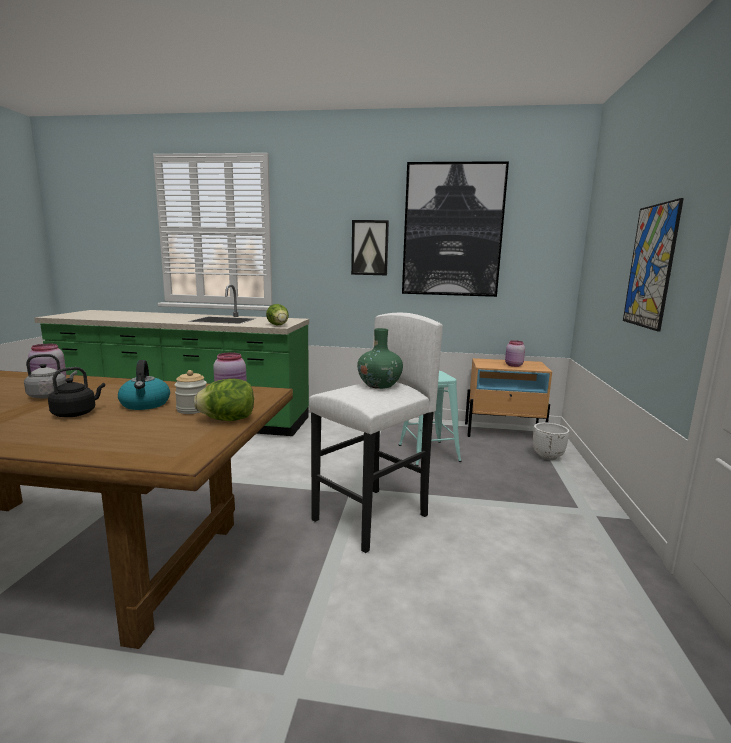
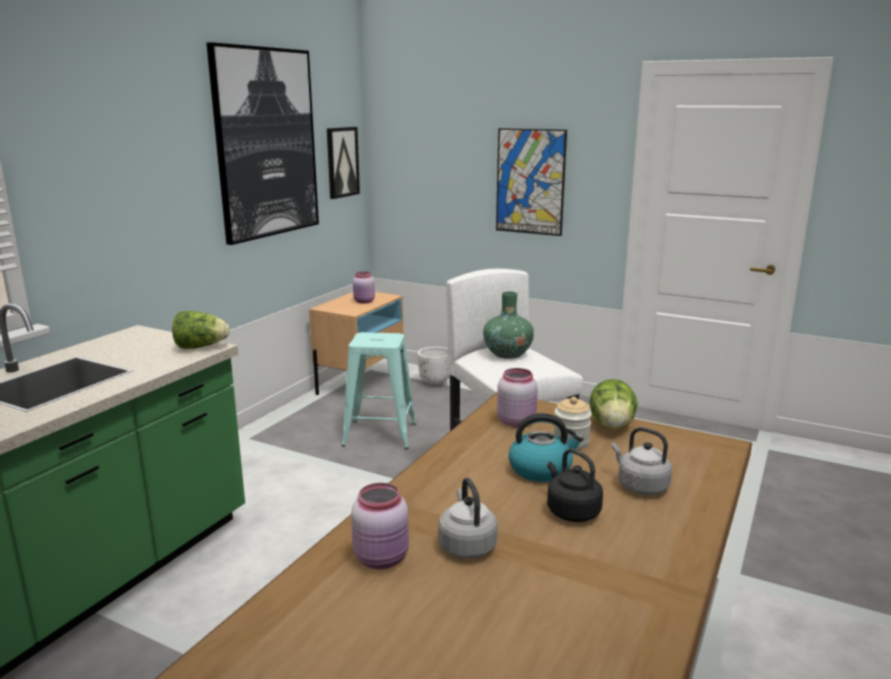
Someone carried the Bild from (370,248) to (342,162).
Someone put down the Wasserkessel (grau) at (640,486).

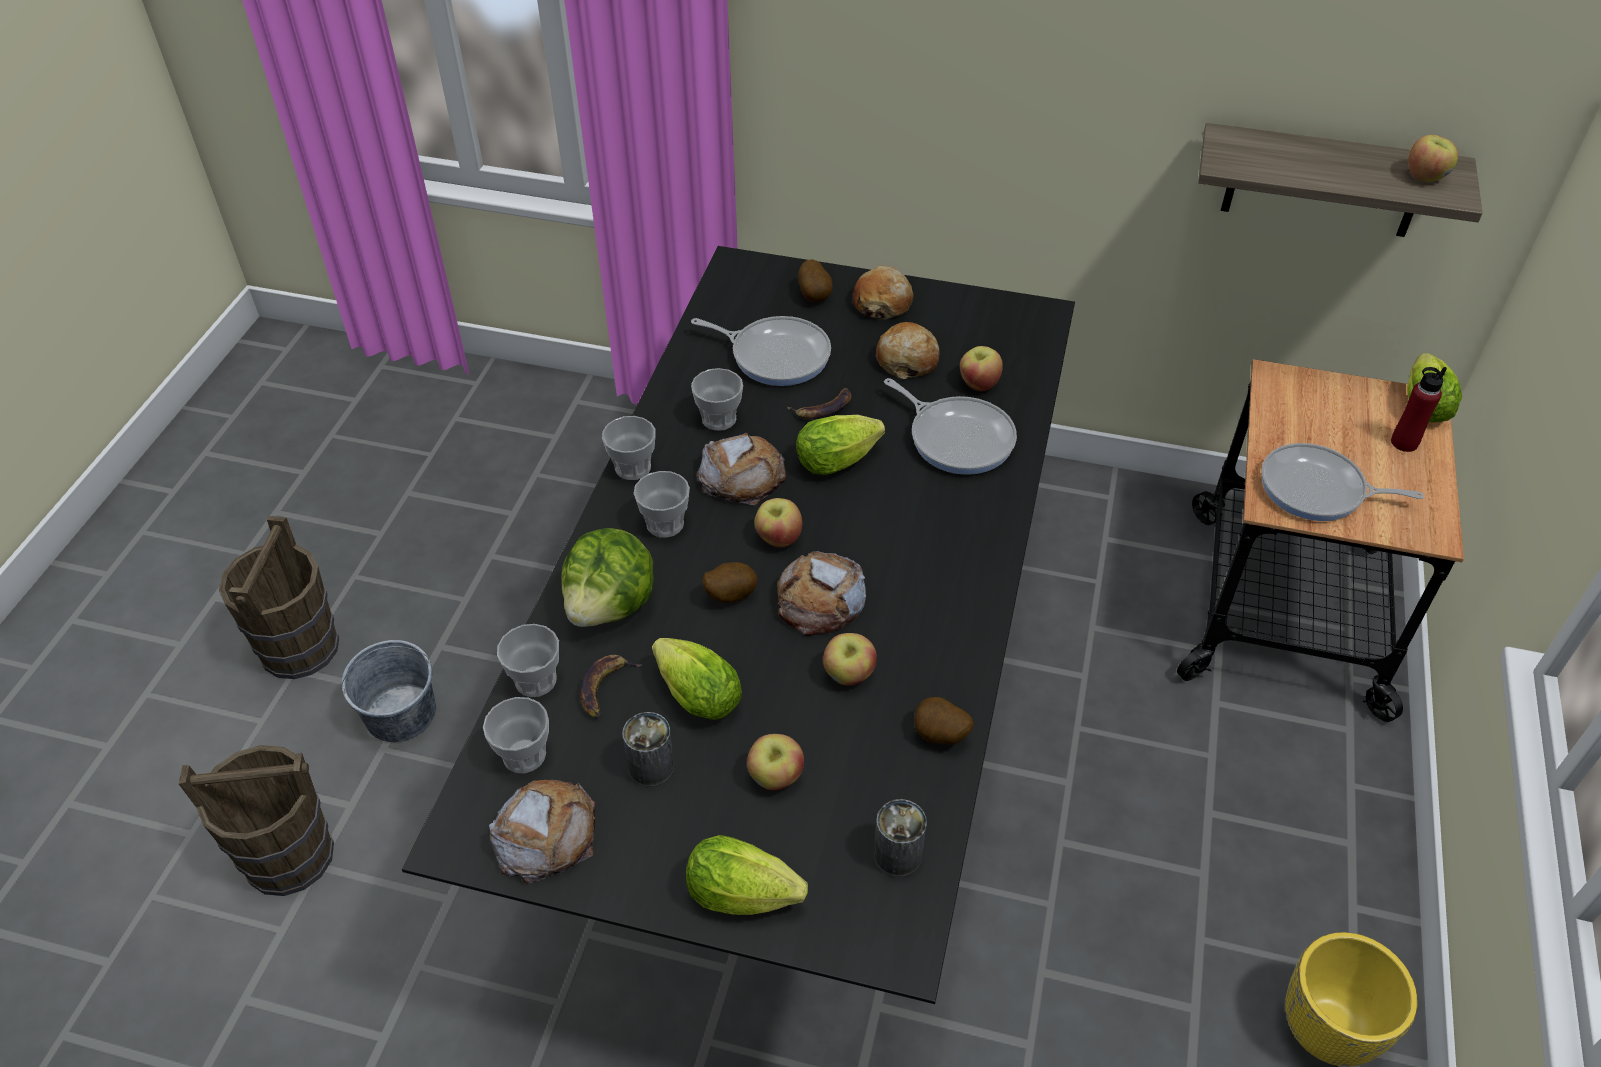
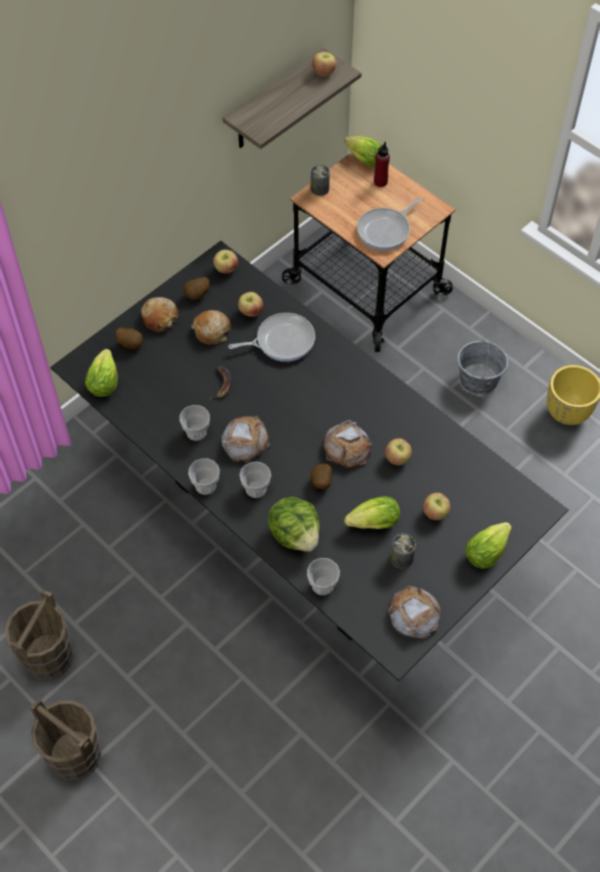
Someone took away the Pfanne at (775,355).
Someone carried the Salatkopf from (841,460) to (104,380).
Someone carried the Apfel from (778,538) to (226,269).
Someone carried the Eimer (grau) from (401,714) to (478,379).
Someone took away the Banane at (605,688).
Someone took away the Tasse at (524,755).
Someone carried the Kartoffel from (940,737) to (197,295).
Someone carried the Eimer (braun) from (288,856) to (47,657).
Someone carried the Dose from (898,854) to (320,189).

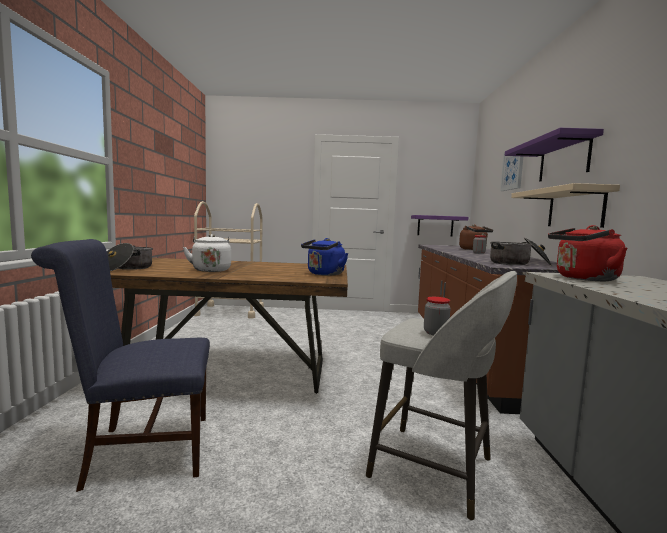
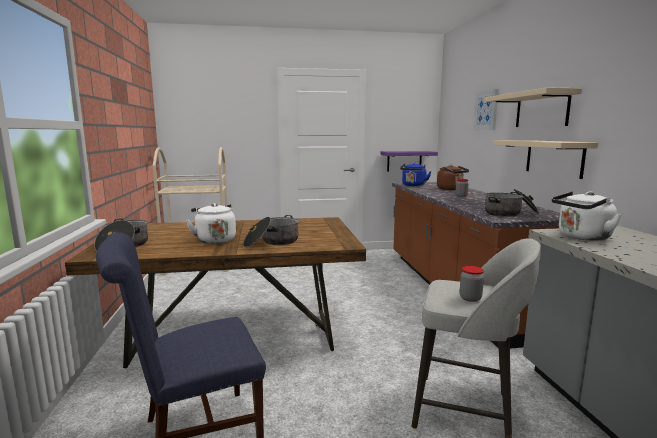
Someone repainted the Wandregal (lila) at (563,159), which became the Wandregal (beige) at (541,110).
Someone repainted the Wasserkessel (rot) at (583,279), which became the Wasserkessel (weiß) at (581,237).
Someone carried the Wasserkessel (blau) from (324,274) to (413,185).
Someone put down the Kochtopf at (272,242).

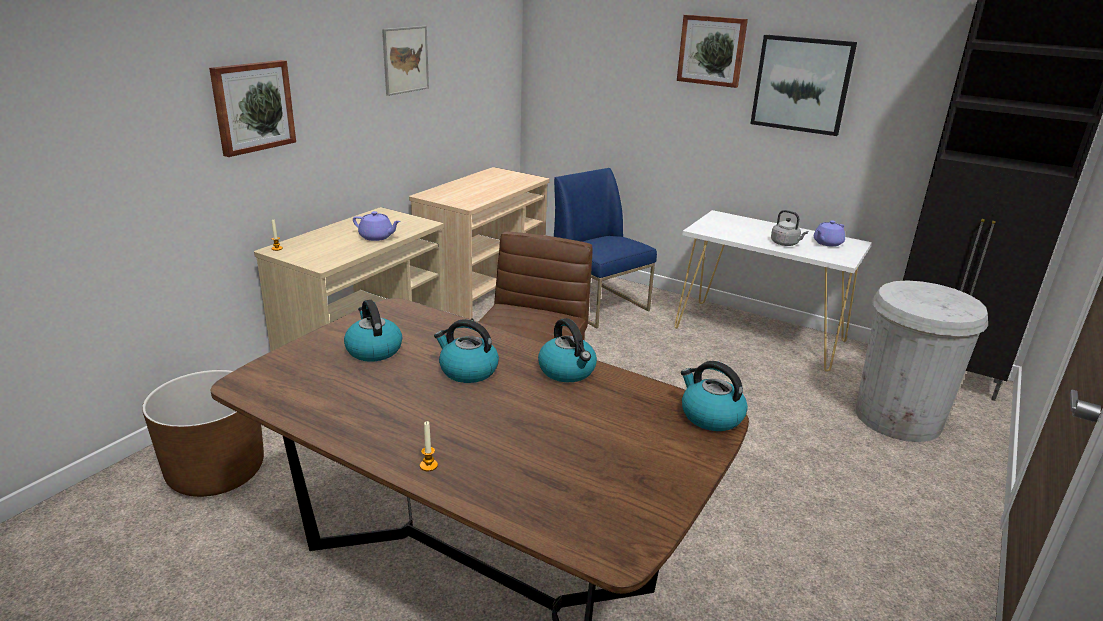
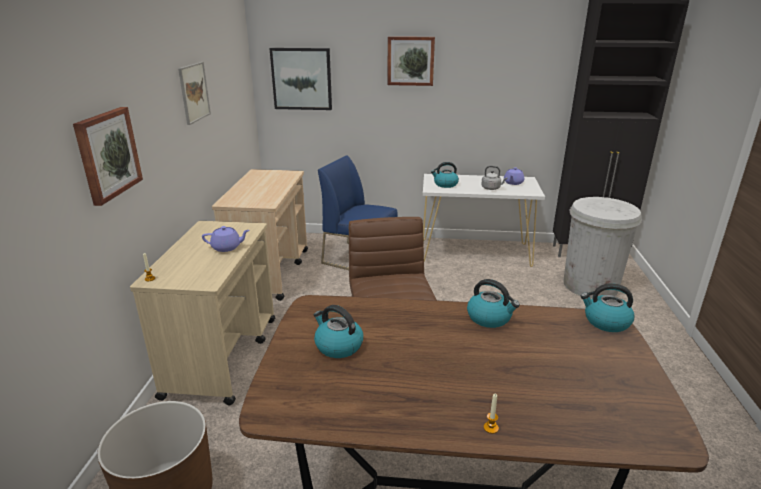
Someone carried the Bild from (801,84) to (302,79).
Someone carried the Wasserkessel from (467,371) to (445,184).

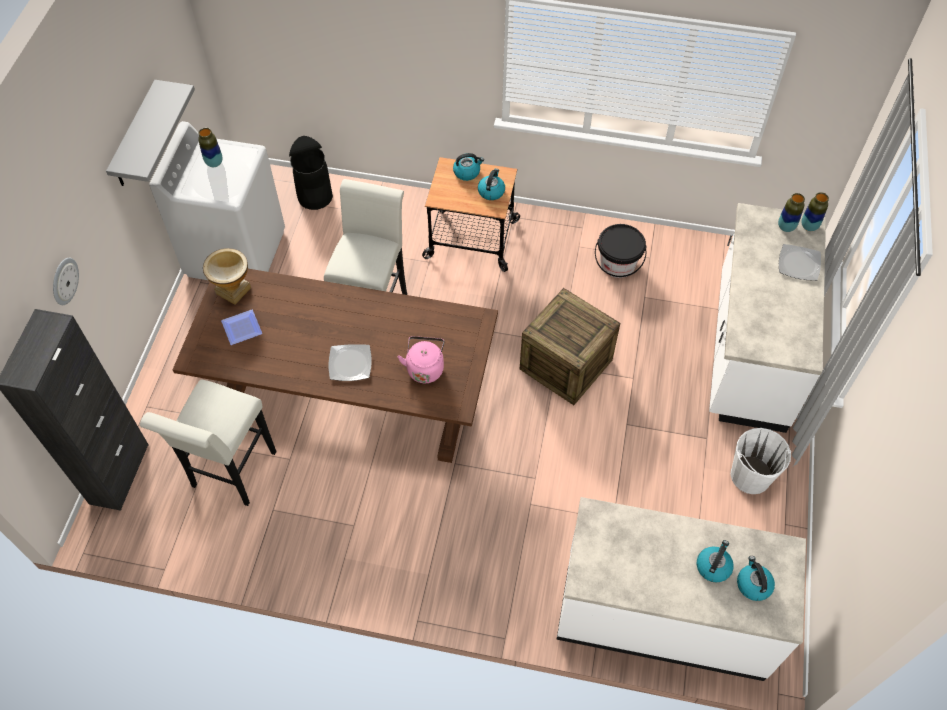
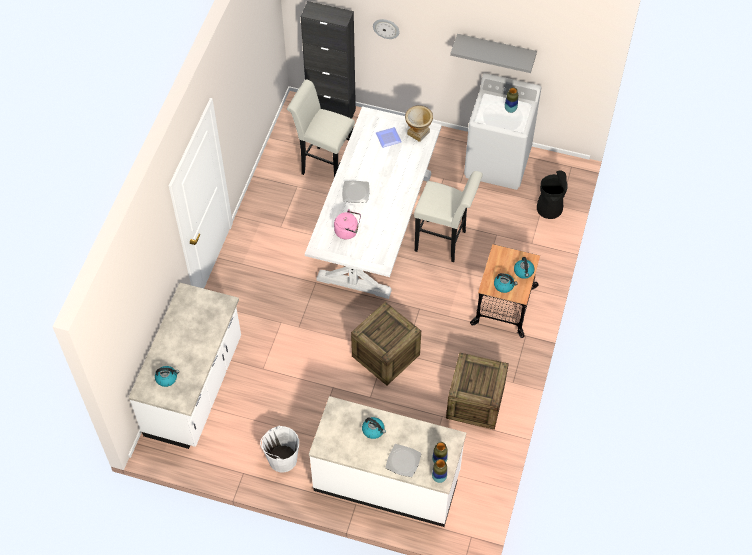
Someone swapped the Eimer (schwarz) at (617,264) for the Kiste at (475,402).
Someone repainted the Esstisch (braun) at (348,394), which became the Esstisch (weiß) at (374,226).
Someone carried the Wasserkessel from (713,566) to (373,430).

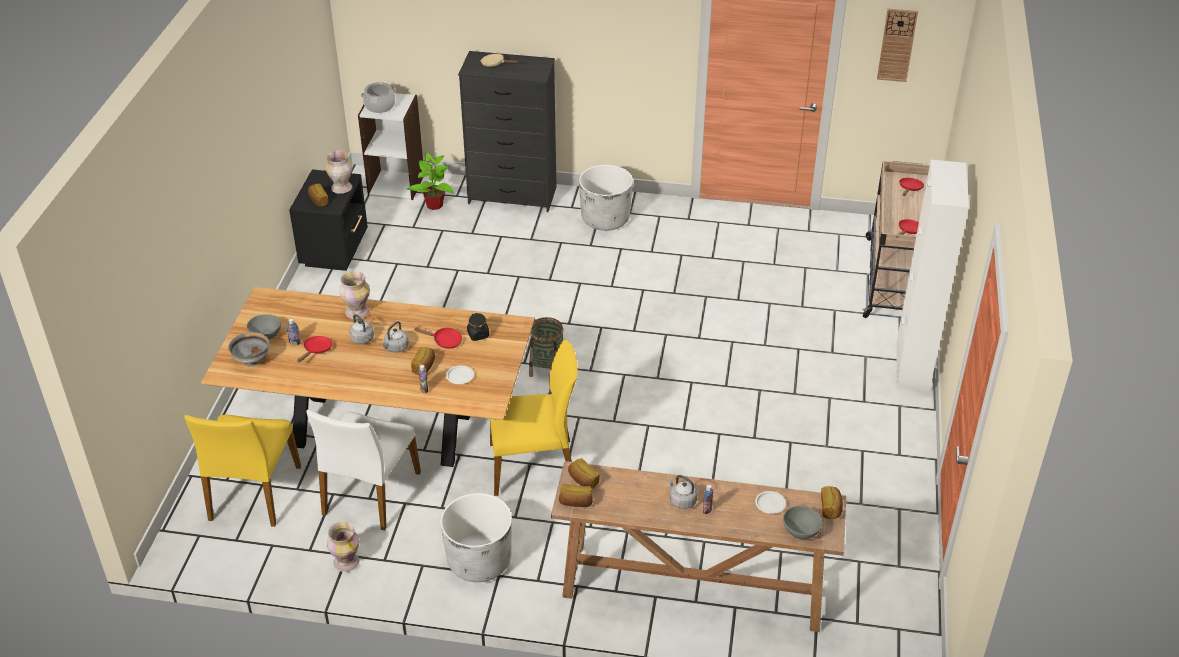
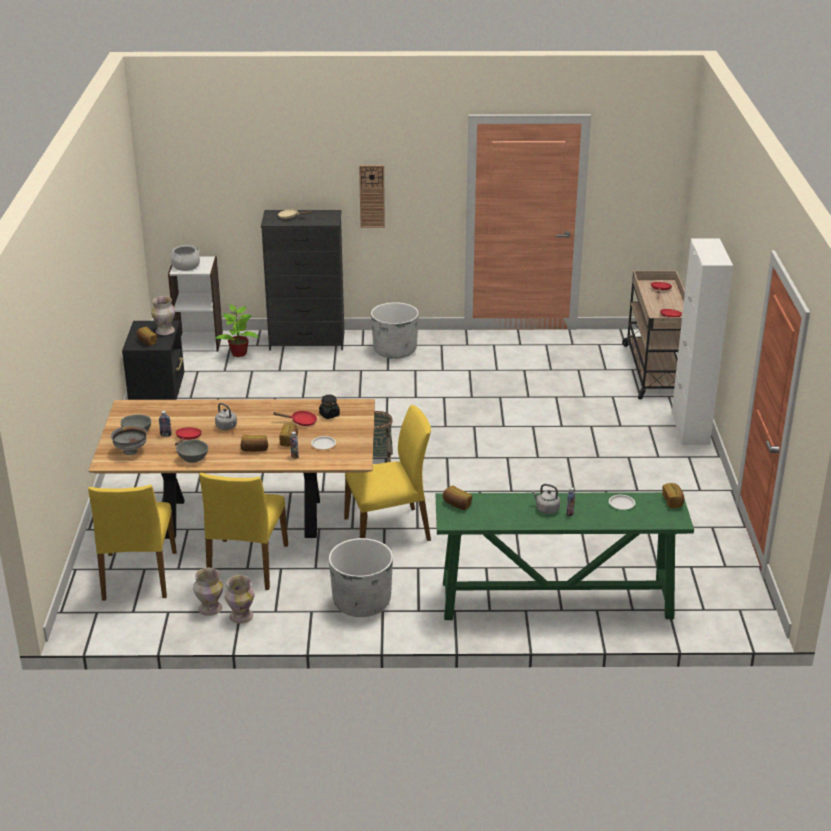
Someone carried the Wanduhr from (897,45) to (372,196).
Someone carried the Vase from (356,312) to (209,609).
Someone took away the Wasserkessel (grau) at (396,348).
Someone repainted the Stuhl (weiß) at (369,493), which became the Stuhl (gelb) at (246,565).
Someone repainted the Konsolentisch (braun) at (691,587), which became the Konsolentisch (grün) at (555,600).
Someone carried the Brot from (576,502) to (254,449).
Someone carried the Schüssel (grau) from (800,531) to (193,458).

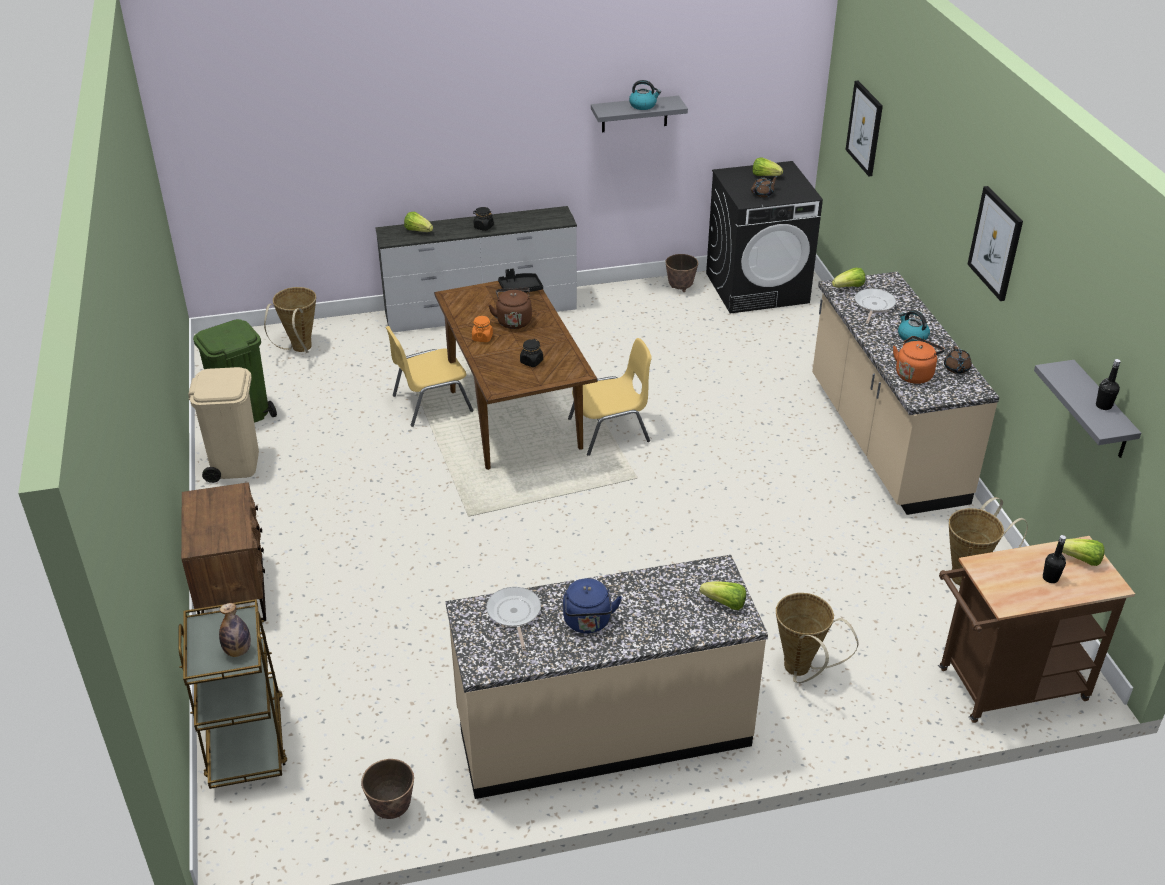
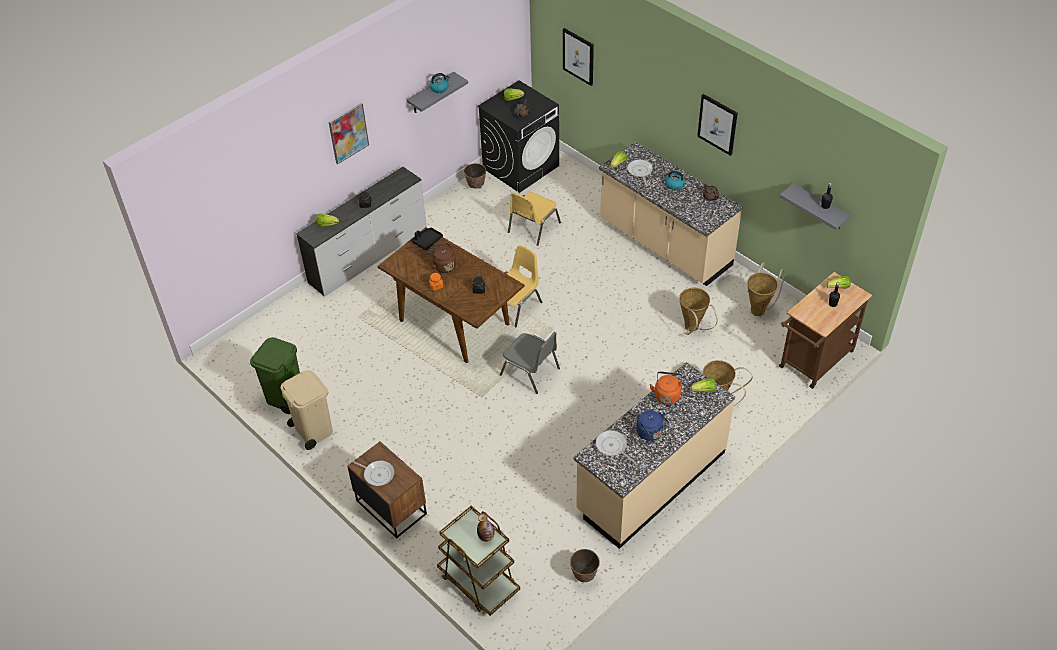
Someone carried the Korb from (299,350) to (692,329).
Someone carried the Stuhl (gelb) from (430,403) to (533,227).
Someone carried the Wasserkessel (orange) from (914,374) to (667,395).
Someone put up the Bild at (348,133).
Someone put down the Stuhl (grau) at (531,372).
Someone put down the Pfanne at (377,474).

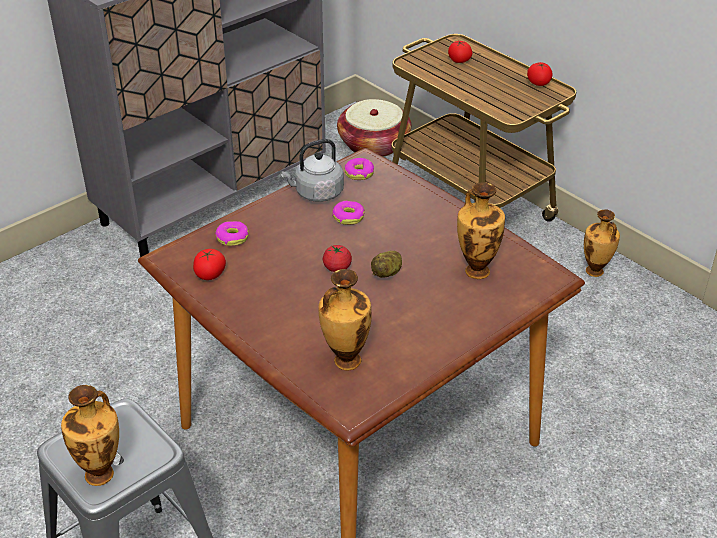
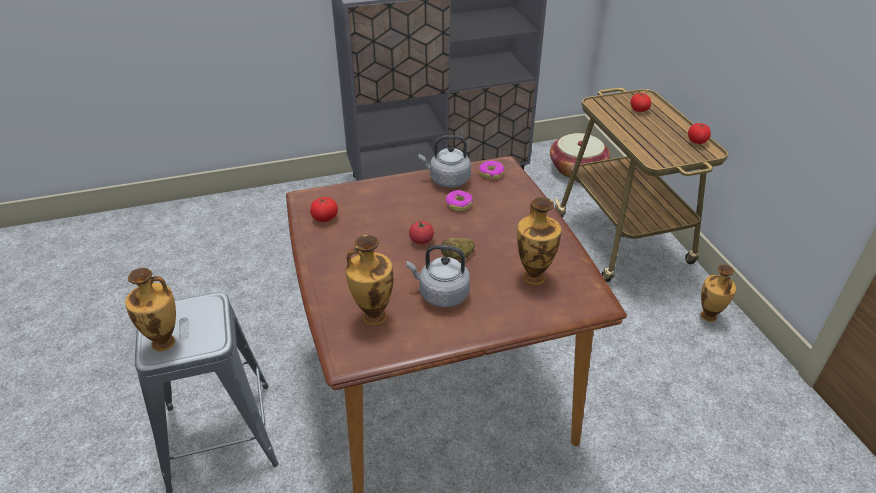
Someone took away the Donut at (232,238).
Someone put down the Wasserkessel (grau) at (441,294).

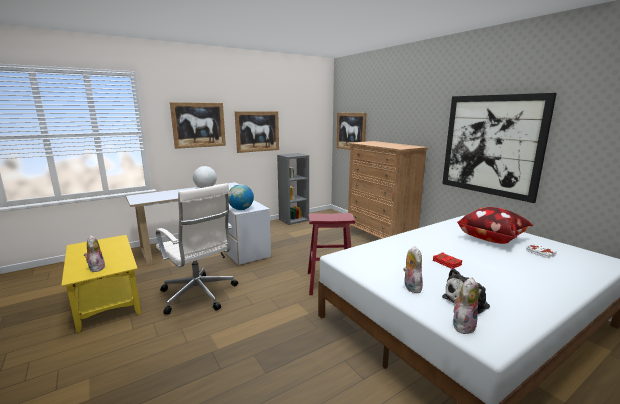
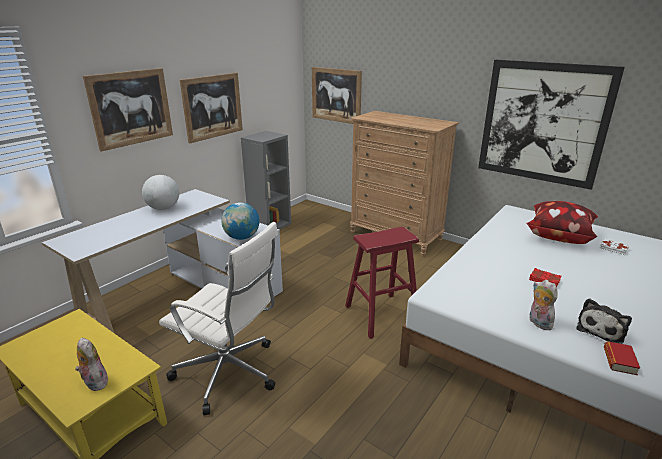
Someone swapped the Plüschtier at (462,325) for the Buch at (619,361).

